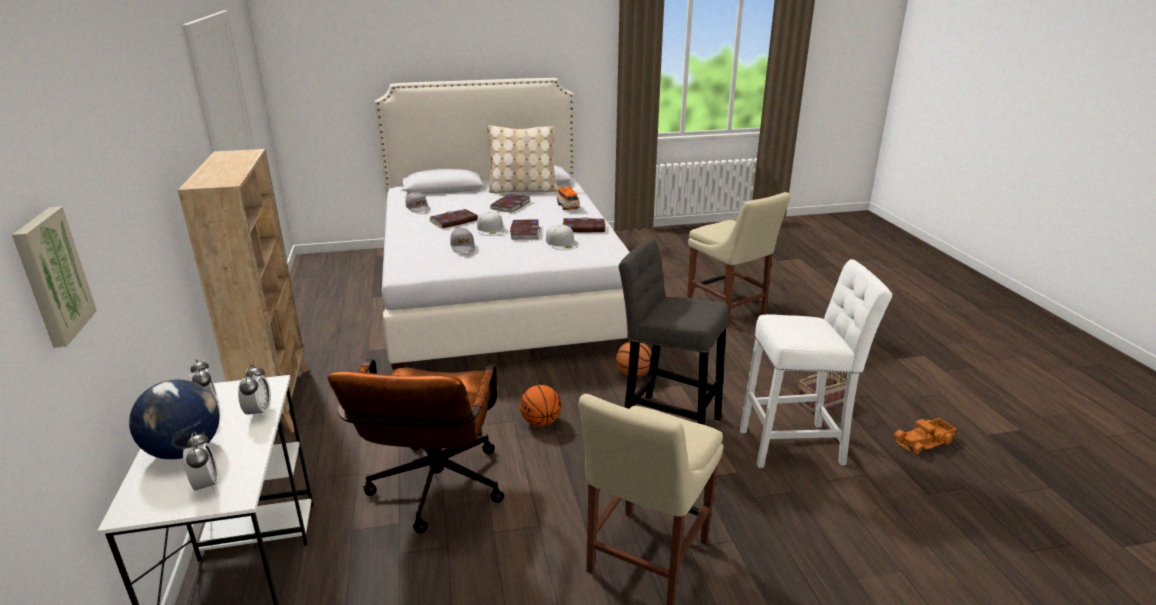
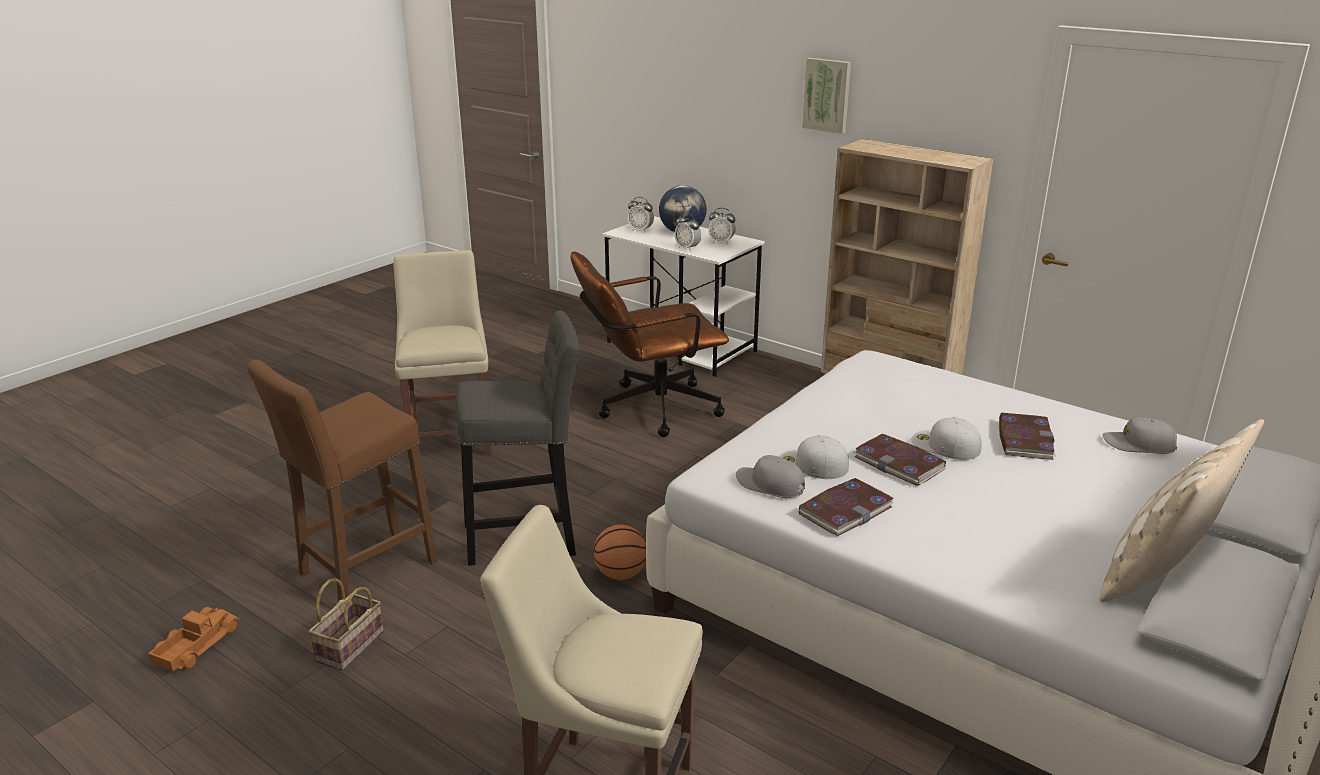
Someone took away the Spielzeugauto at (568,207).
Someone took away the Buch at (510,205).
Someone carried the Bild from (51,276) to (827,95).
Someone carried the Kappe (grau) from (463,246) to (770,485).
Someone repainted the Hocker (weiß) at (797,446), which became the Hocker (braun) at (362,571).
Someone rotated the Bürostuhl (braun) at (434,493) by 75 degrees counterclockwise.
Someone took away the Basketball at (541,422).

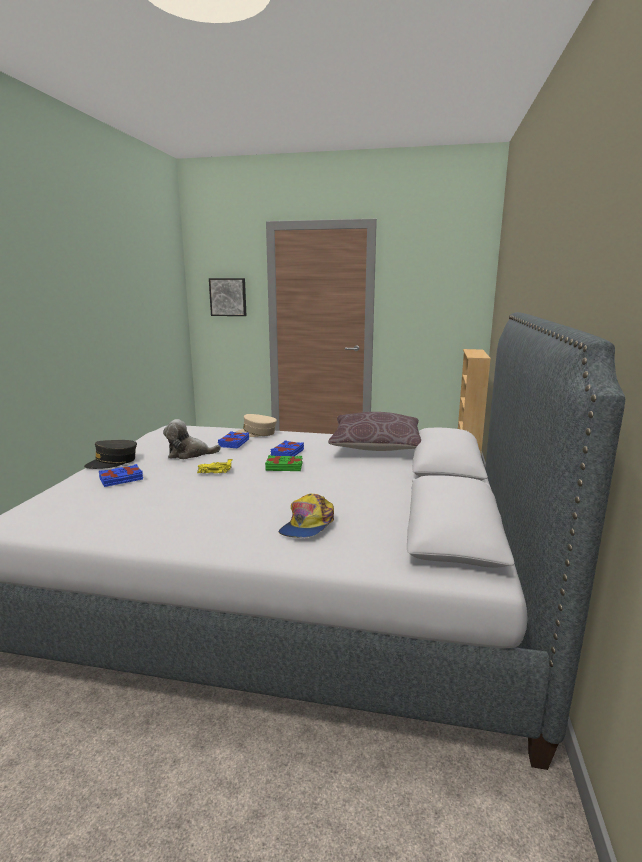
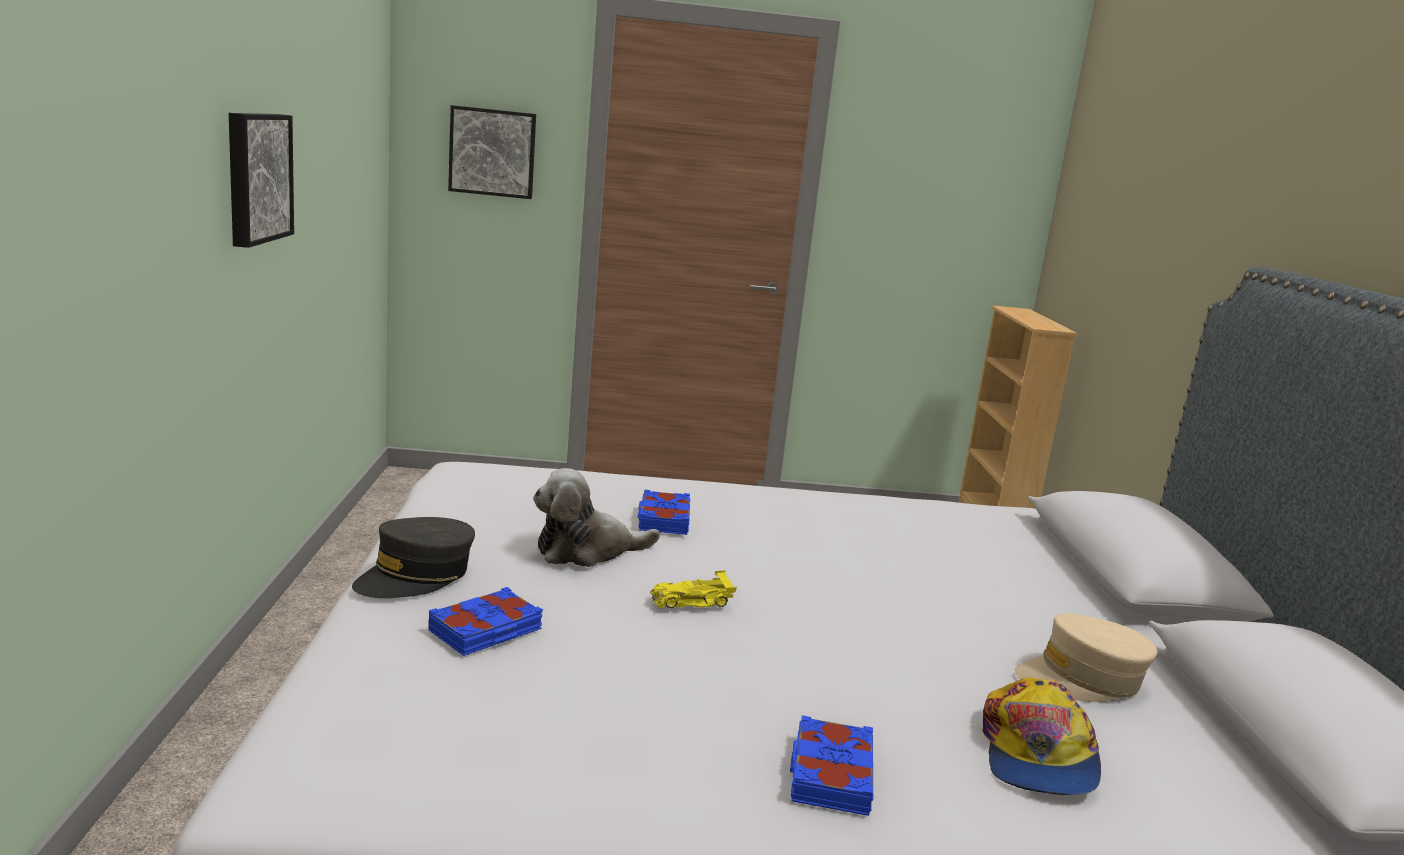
Someone took away the Kissen (braun) at (376,446).
Someone carried the Kappe (beige) from (256,433) to (1082,679).
Someone carried the Buch (blau) from (287,453) to (829,774).
Someone took away the Buch (grün) at (284,467).
Someone put up the Bild at (256,177).

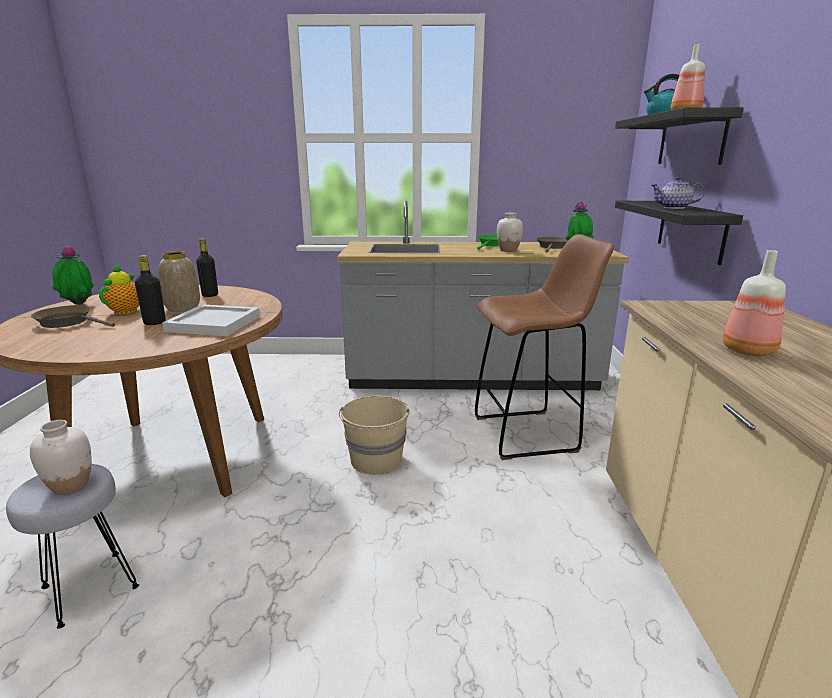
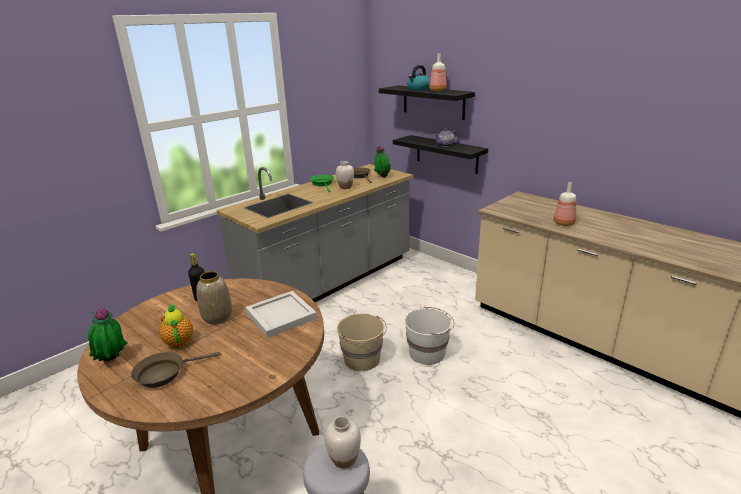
Someone took away the Hocker (braun) at (528,434).
Someone took away the Flasche (schwarz) at (154,323).
Someone put down the Eimer (weiß) at (428,353).

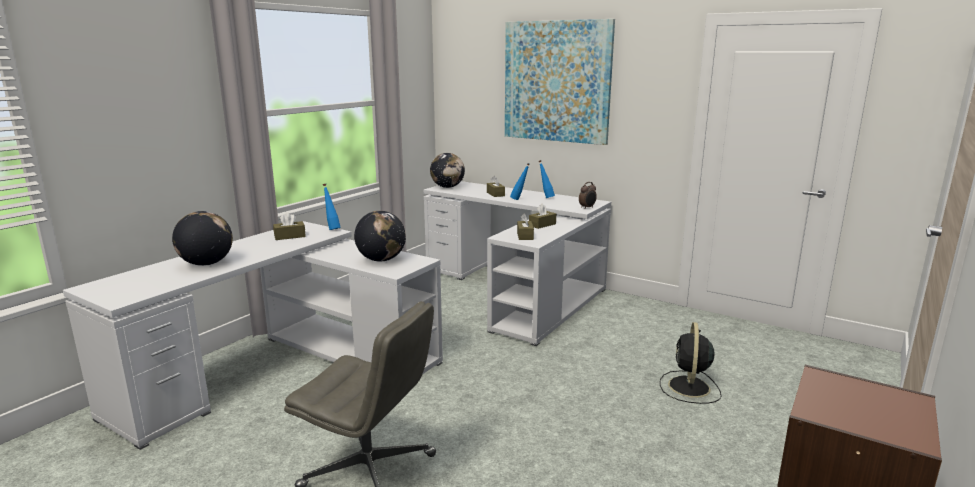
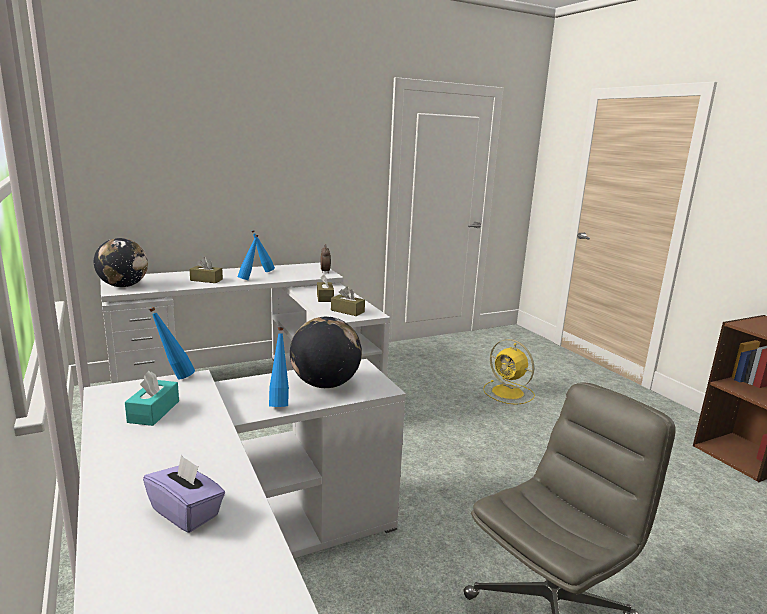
Someone took away the Bild at (556,82).
Someone swapped the Globus at (206,263) for the Taschentuchbox (lila) at (186,512).
Someone repainted the Taschentuchbox (braun) at (290,236), which became the Taschentuchbox (türkis) at (154,412).
Someone repainted the Ventilator (schwarz) at (689,388), which became the Ventilator (gelb) at (509,393).
Someone put down the Flasche (blau) at (279,403).

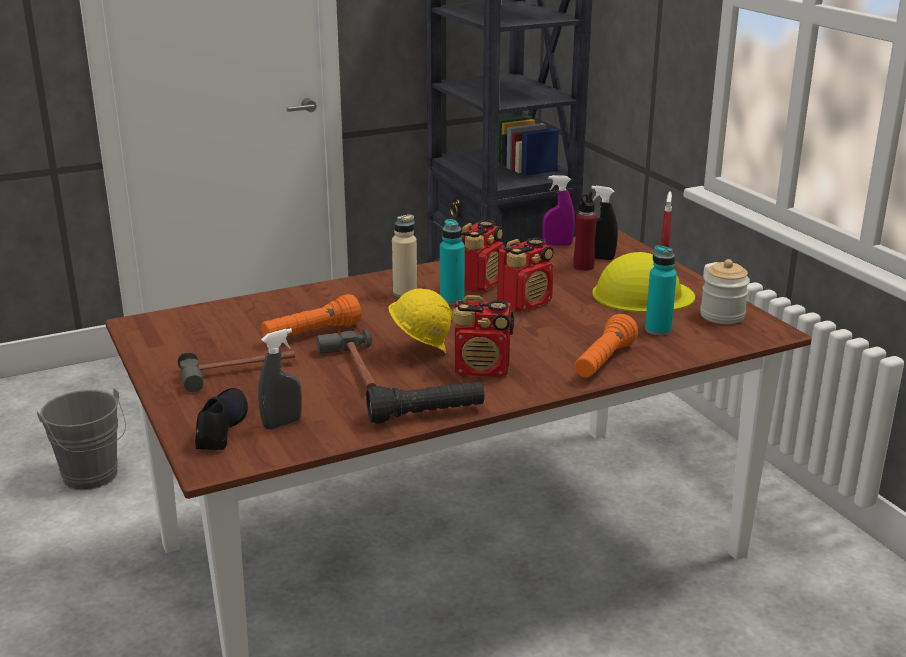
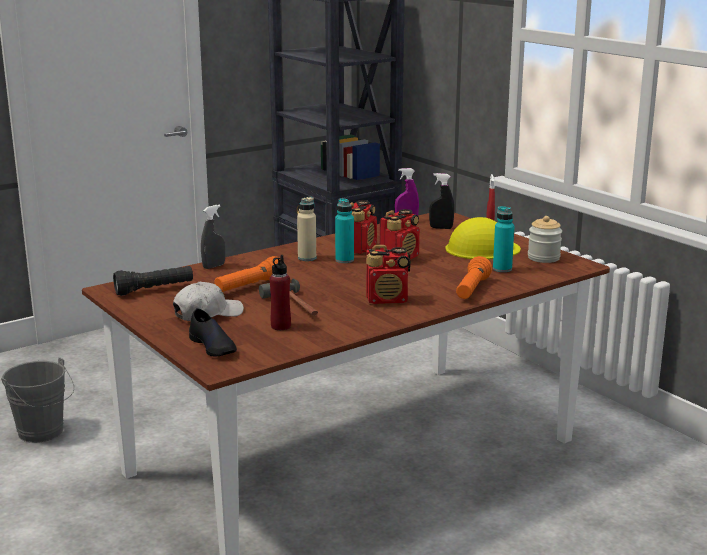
Someone carried the Flasche (rot) from (583,266) to (280,326).
Someone took away the Schutzhelm (gelb) at (420,352).
Someone carried the Sprühflasche (grau) from (282,424) to (214,266).
Someone swapped the Hammer at (239,372) for the Kappe (weiß) at (207,313).
Someone carried the Taschenlampe (schwarz) from (426,415) to (154,289).
Someone rotated the Schuh (schwarz) at (220,427) by 150 degrees clockwise.

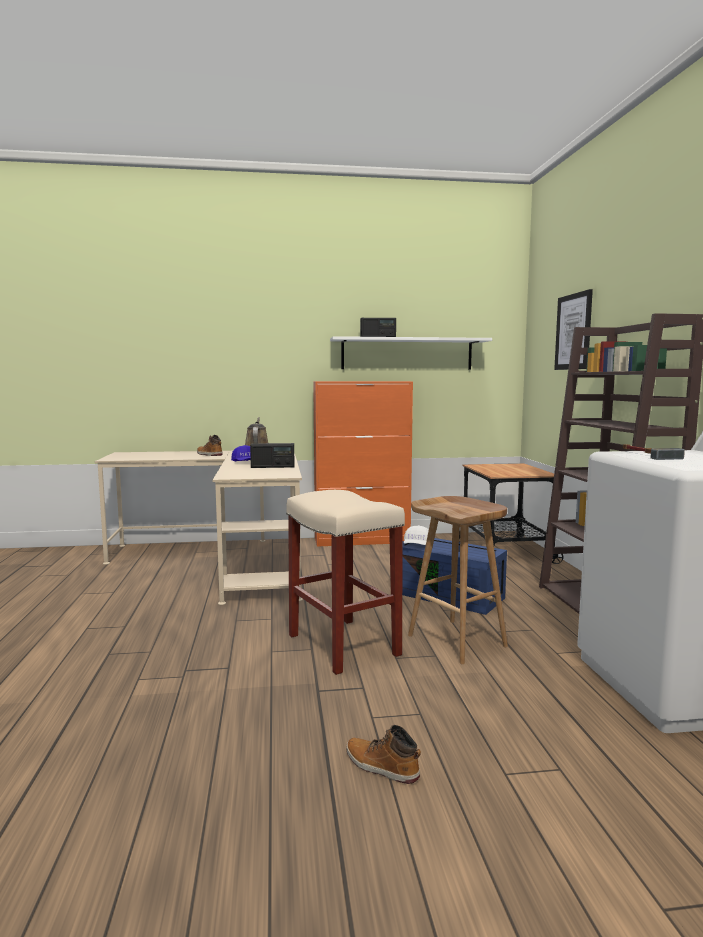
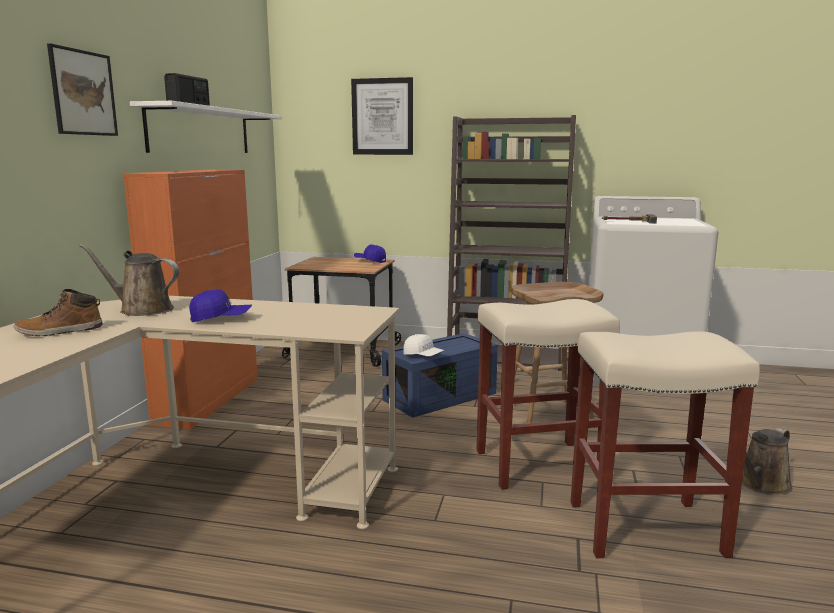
Someone took away the Radio at (272,467).
Someone swapped the Stiefel at (381,767) for the Gießkanne (braun) at (761,485).
Someone put up the Bild at (83,93).
Someone put down the Kappe (blau) at (370,261).
Someone put down the Hocker (beige) at (647,527).

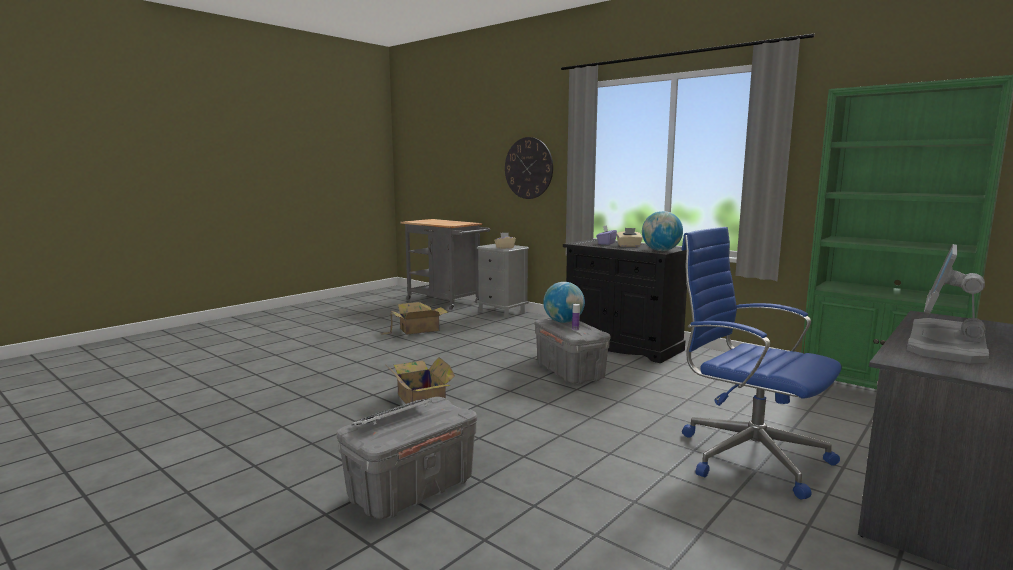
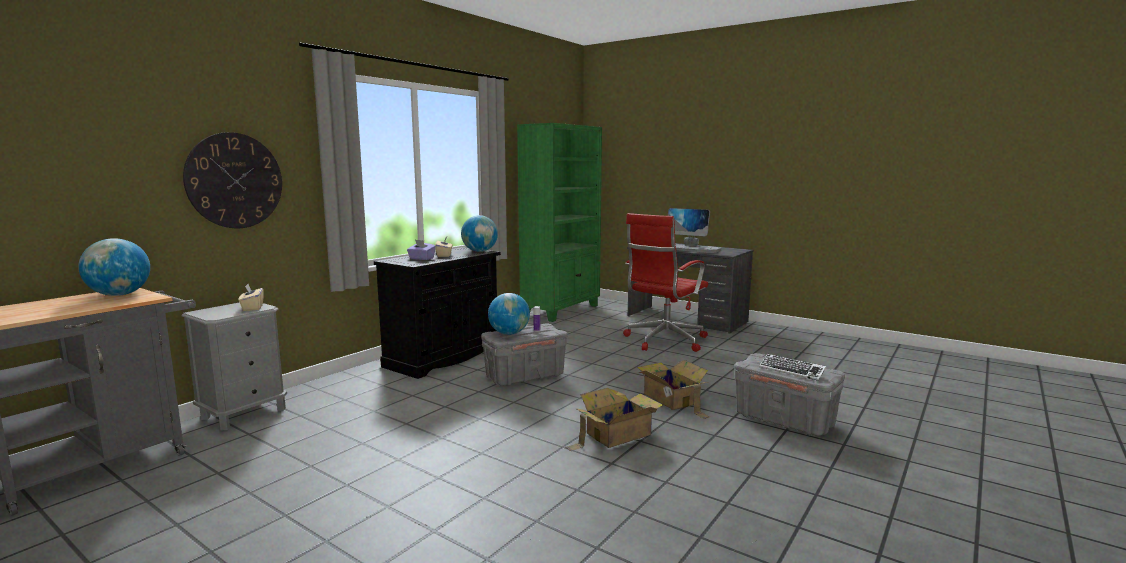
Someone repainted the Bürostuhl (blau) at (748,456), which became the Bürostuhl (rot) at (664,341).
Someone carried the Karton from (417,330) to (671,400).
Someone put down the Globus at (119,295).

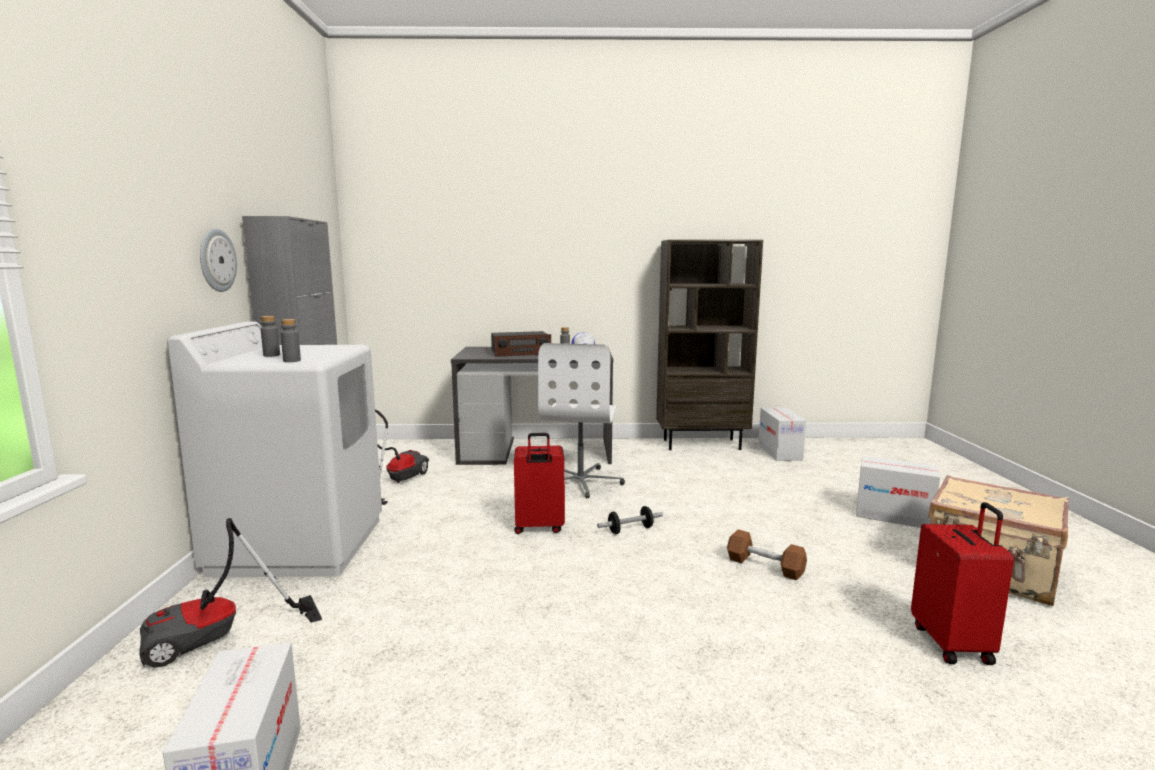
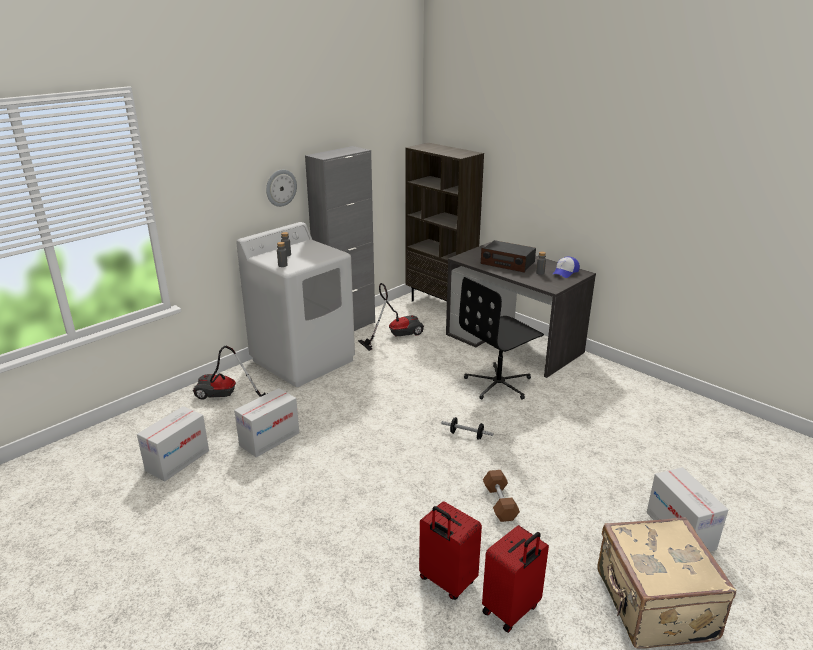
Someone carried the Bücherregal (braun) from (702,444) to (440,305).
Someone repainted the Bürostuhl (weiß) at (581,482), which became the Bürostuhl (schwarz) at (499,384).
Someone carried the Karton from (780,452) to (269,439).
Someone carried the Koffer (rot) from (539,527) to (446,581).

